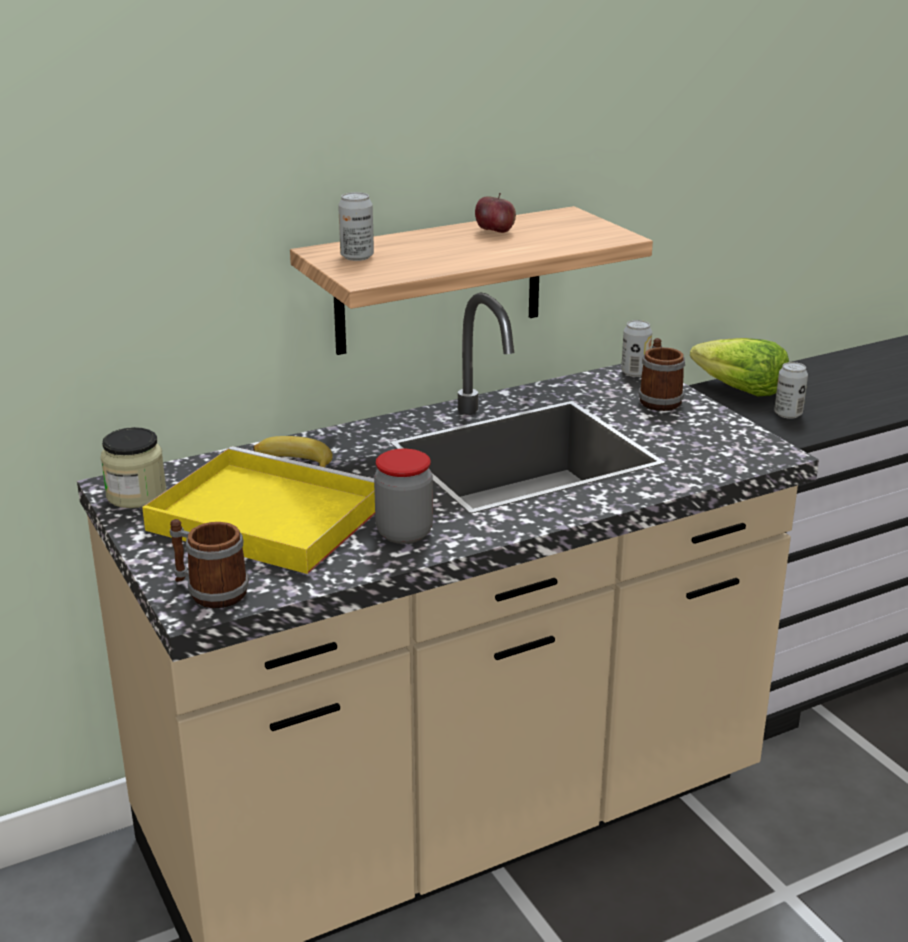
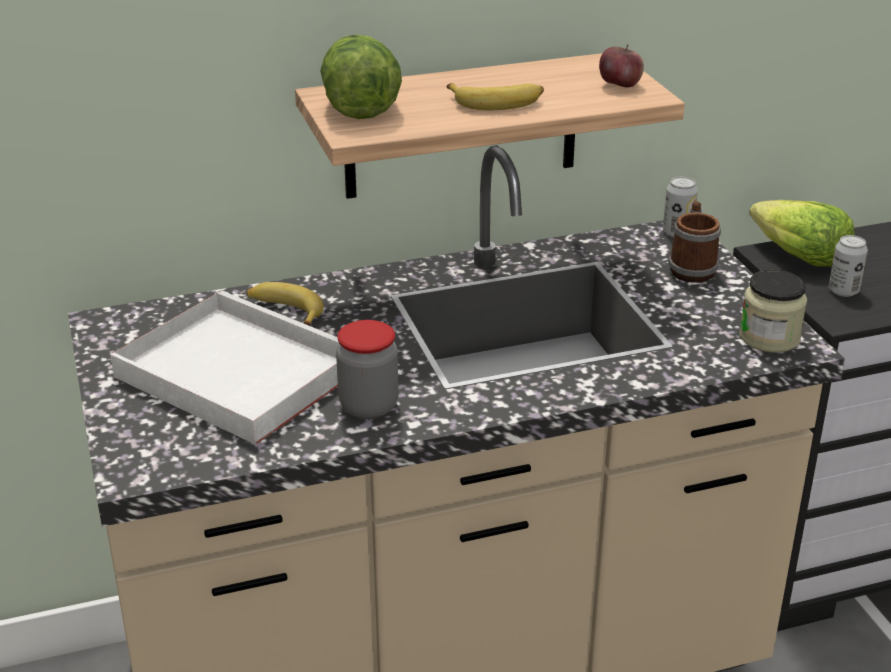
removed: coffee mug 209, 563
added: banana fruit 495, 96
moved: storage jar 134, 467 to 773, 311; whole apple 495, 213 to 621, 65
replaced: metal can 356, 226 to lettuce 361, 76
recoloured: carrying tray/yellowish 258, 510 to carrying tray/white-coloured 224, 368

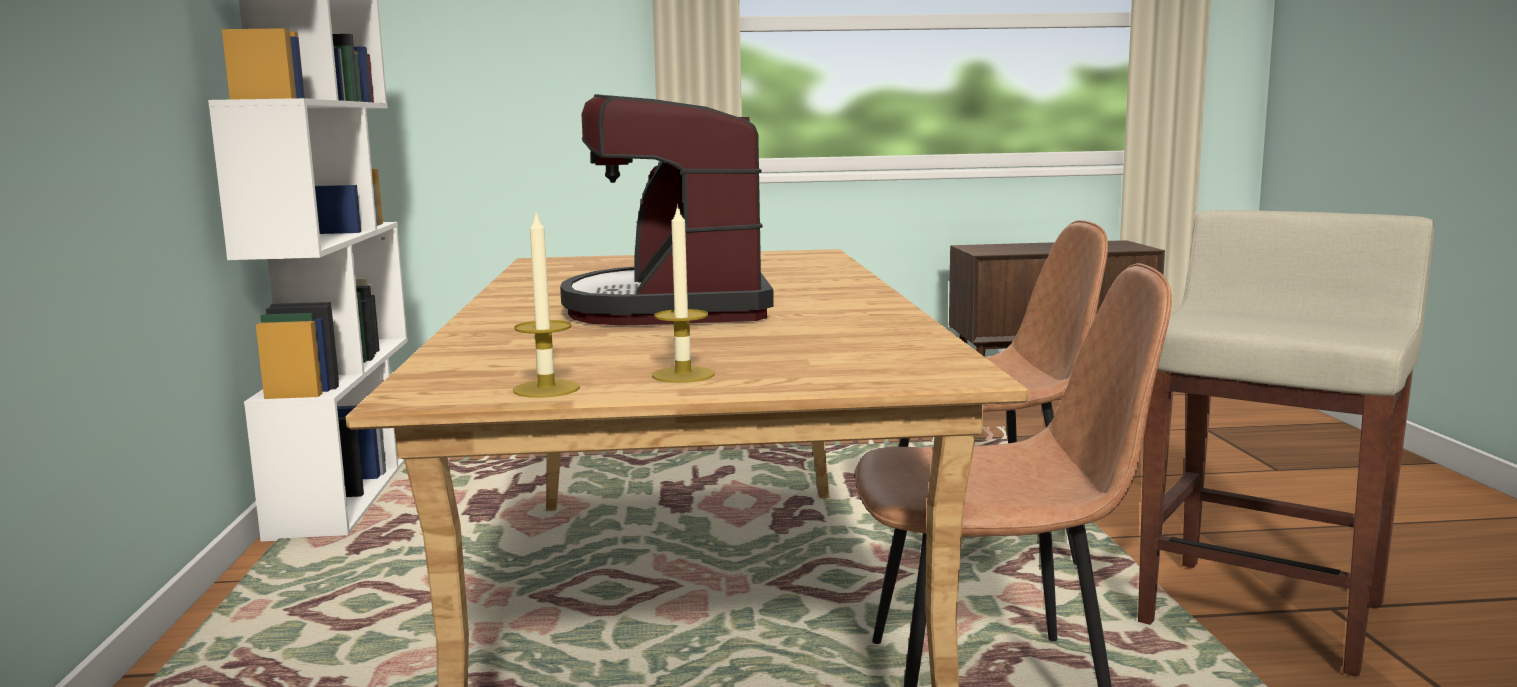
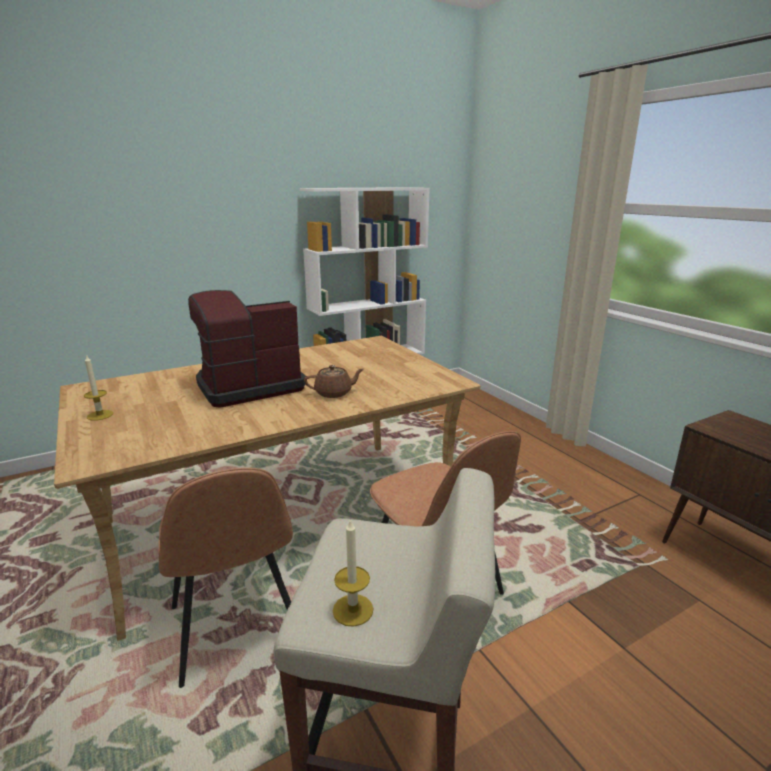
added: teapot/brown-coloured 334, 381
moved: wax candle 546, 304 to 353, 573

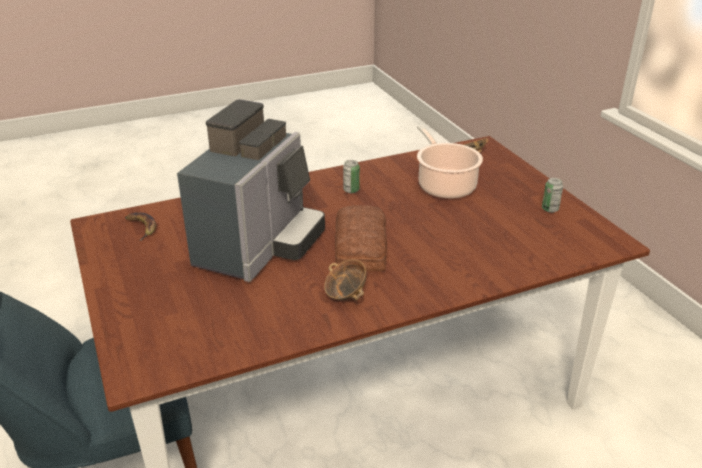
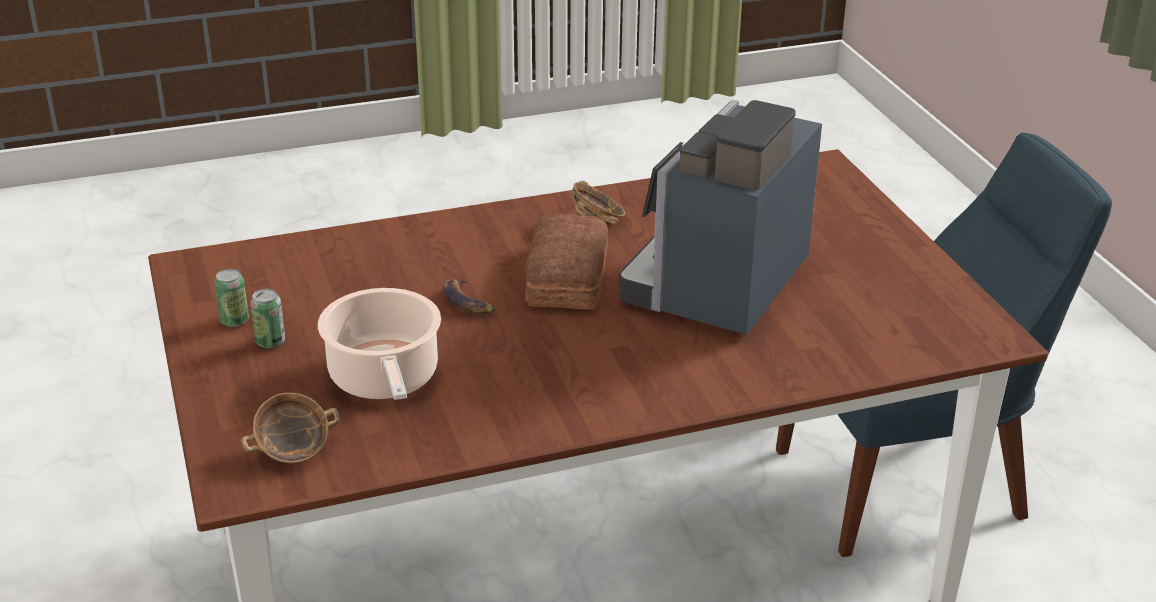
moved: banana fruit 140, 226 to 469, 296; metal can 351, 176 to 268, 318

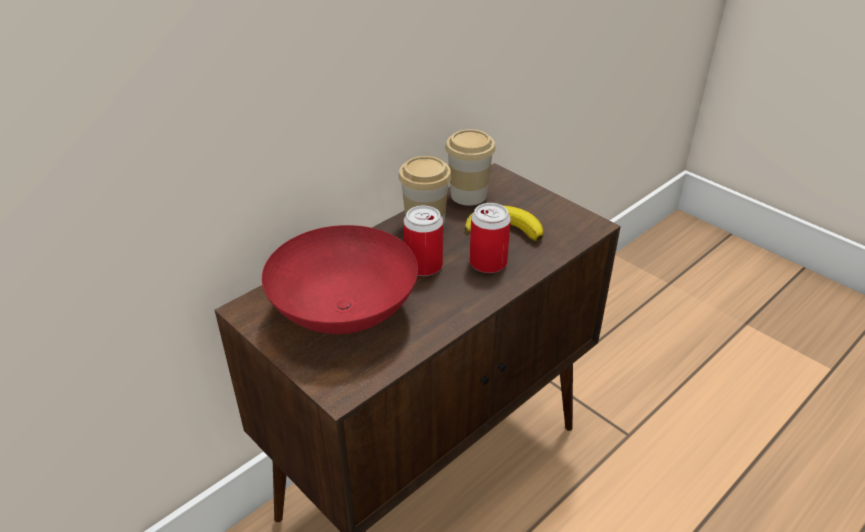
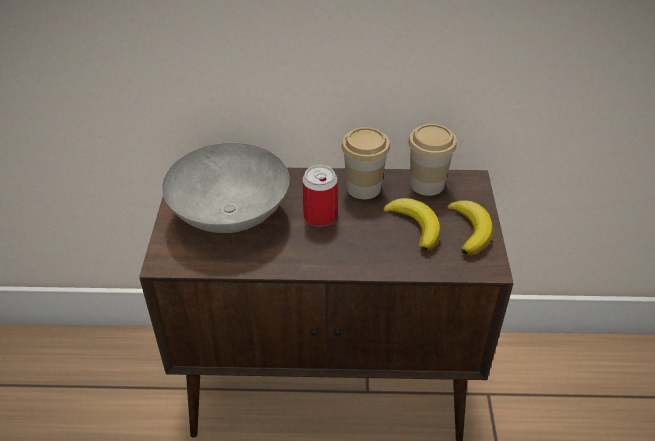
removed: metal can 490, 238
added: banana fruit 470, 228
recoloured: deep dish/red-coloured 340, 279 to deep dish/gray 225, 188

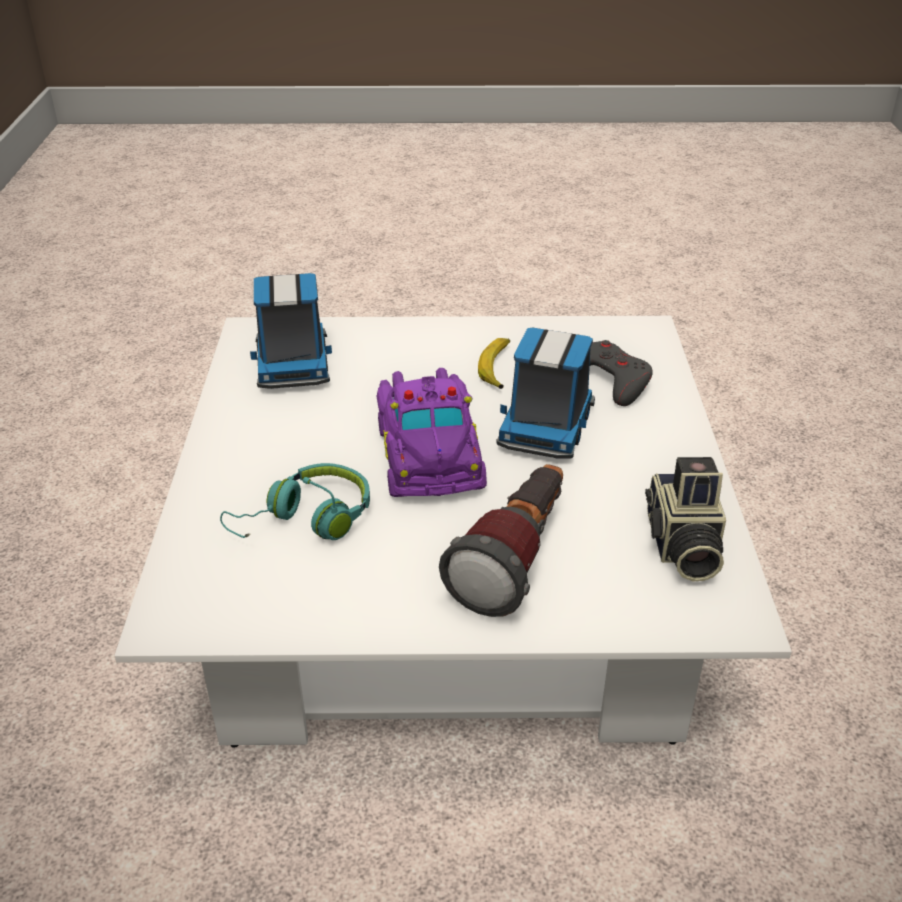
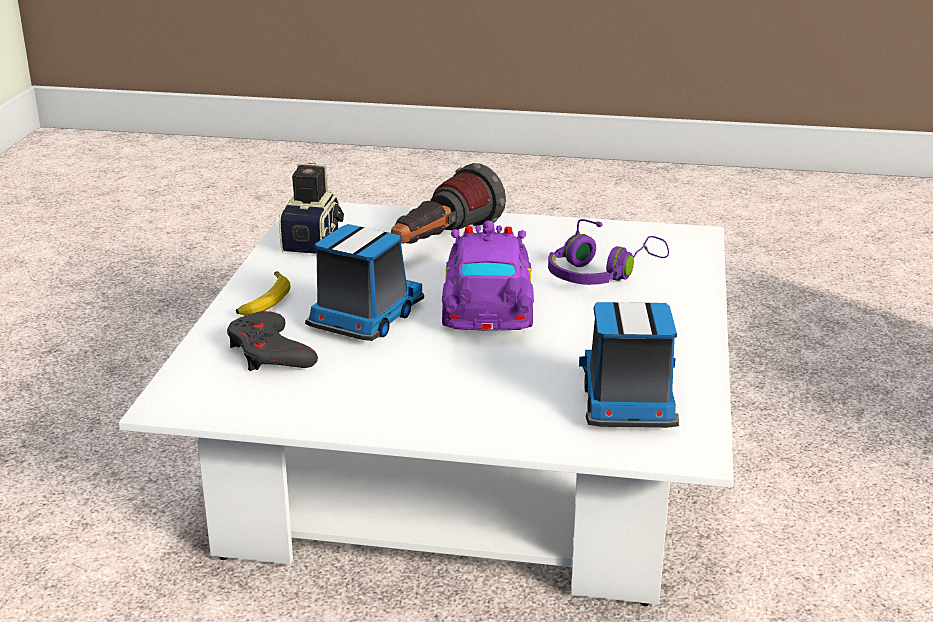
moved: banana fruit 494, 363 to 263, 293
recoloured: headphones/blue-green 295, 501 to headphones/purplish 608, 252

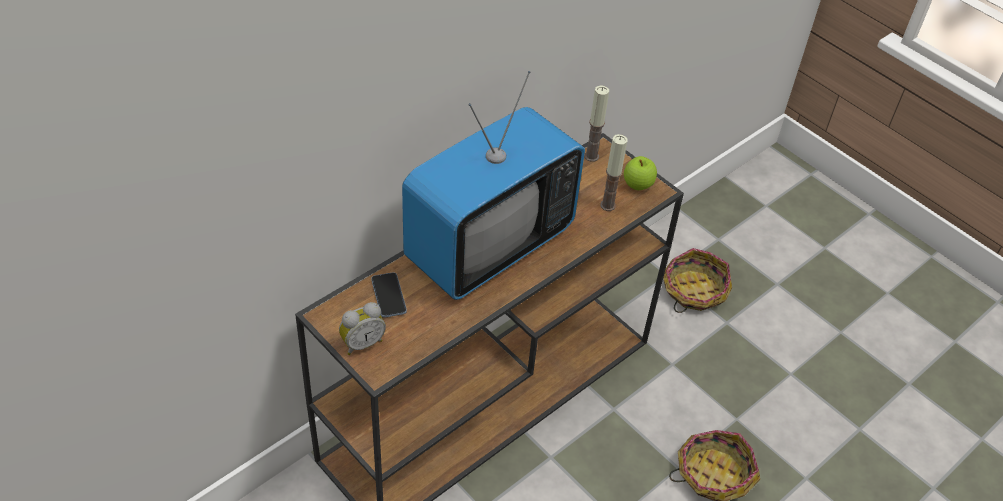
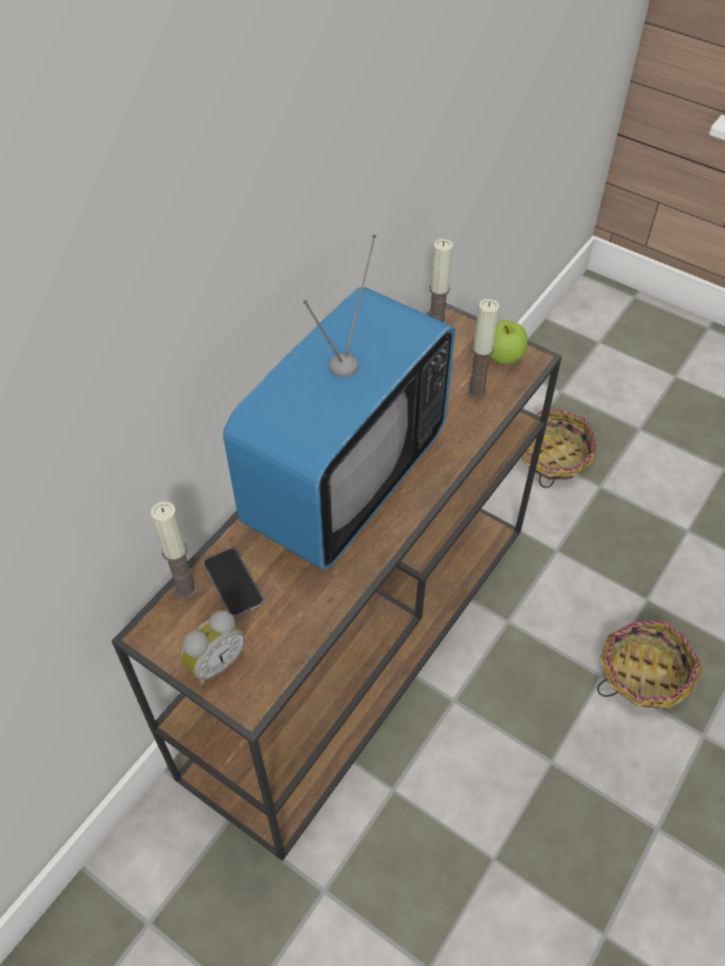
added: wax candle 174, 550

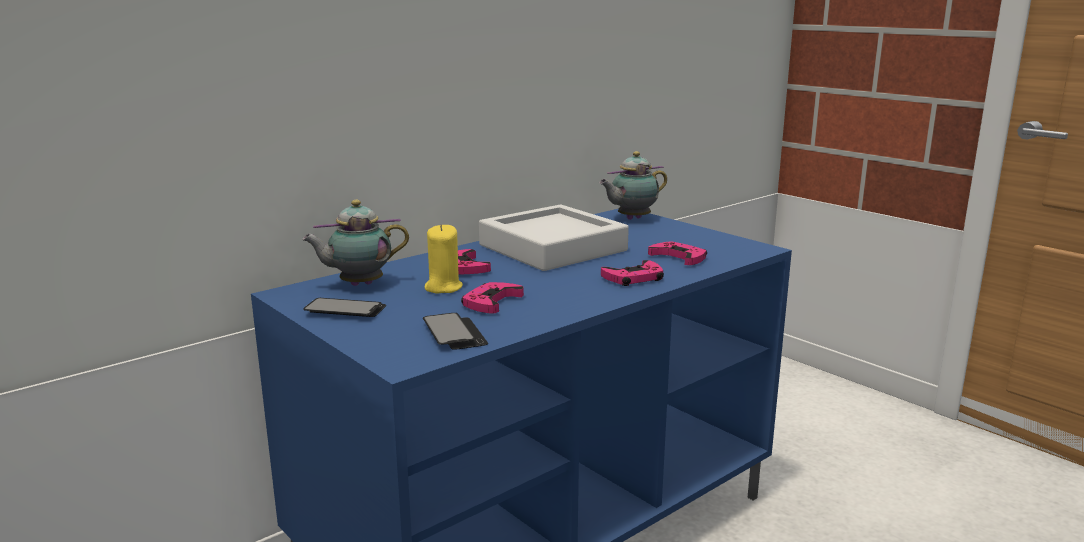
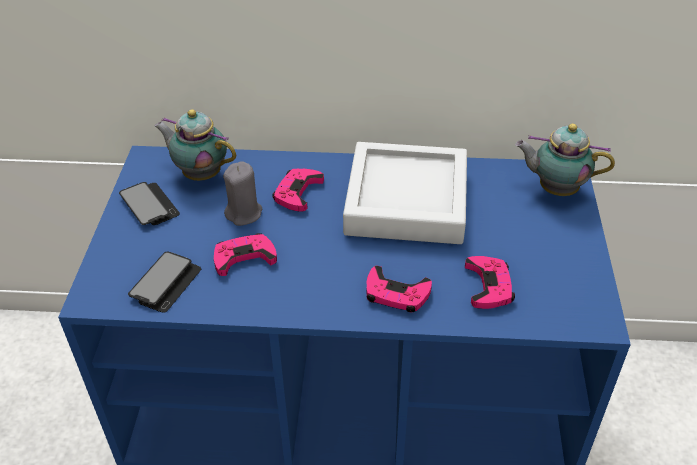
recoloured: wax candle/yellowish 444, 258 to wax candle/gray 242, 193

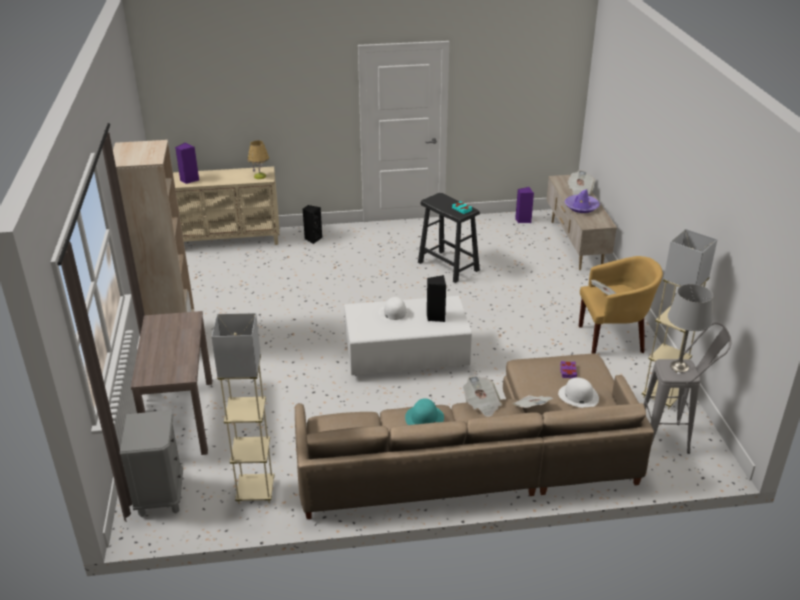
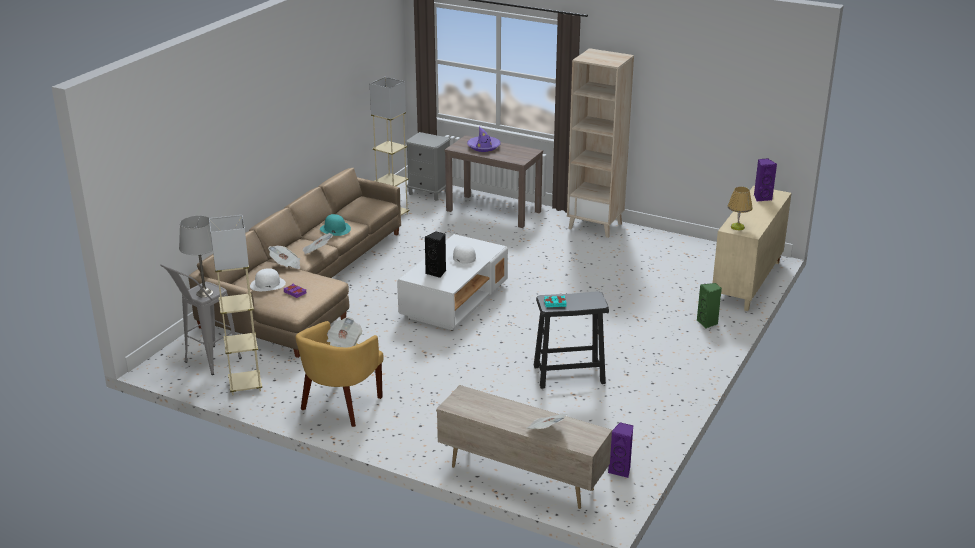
moved: wearable hat/purplish 582, 201 to 484, 139
recoloured: speaker/black-coloured 312, 224 to speaker/green 709, 306

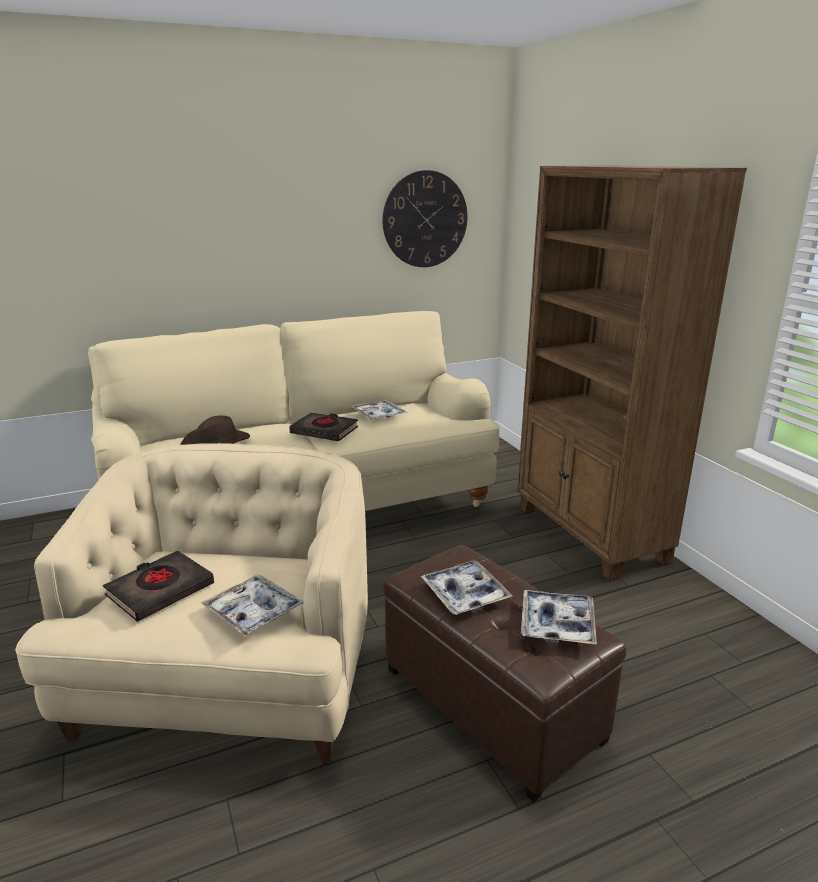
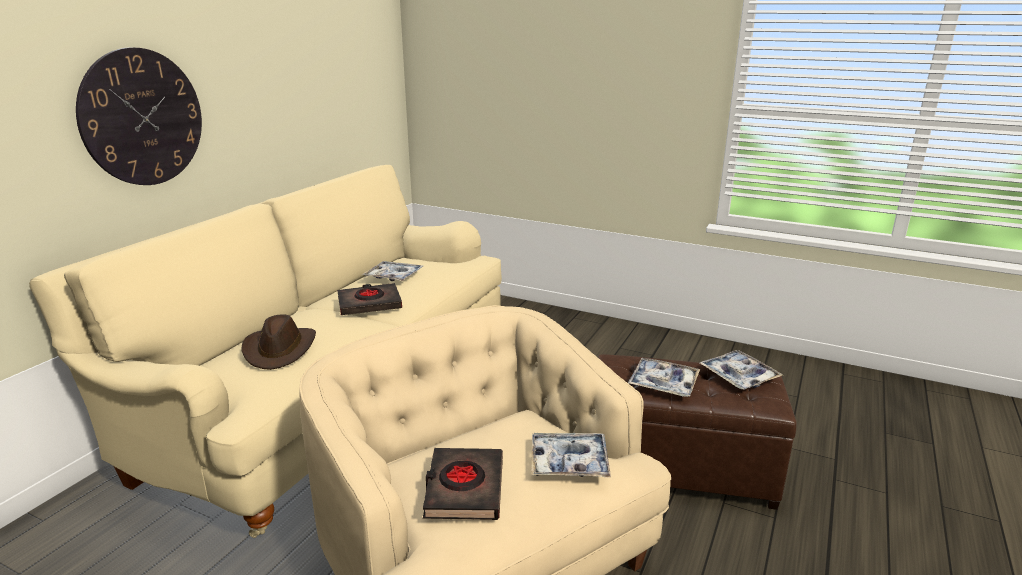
removed: bookcase/brown-coloured 632, 373
moved: hanging clock 425, 218 to 139, 116

